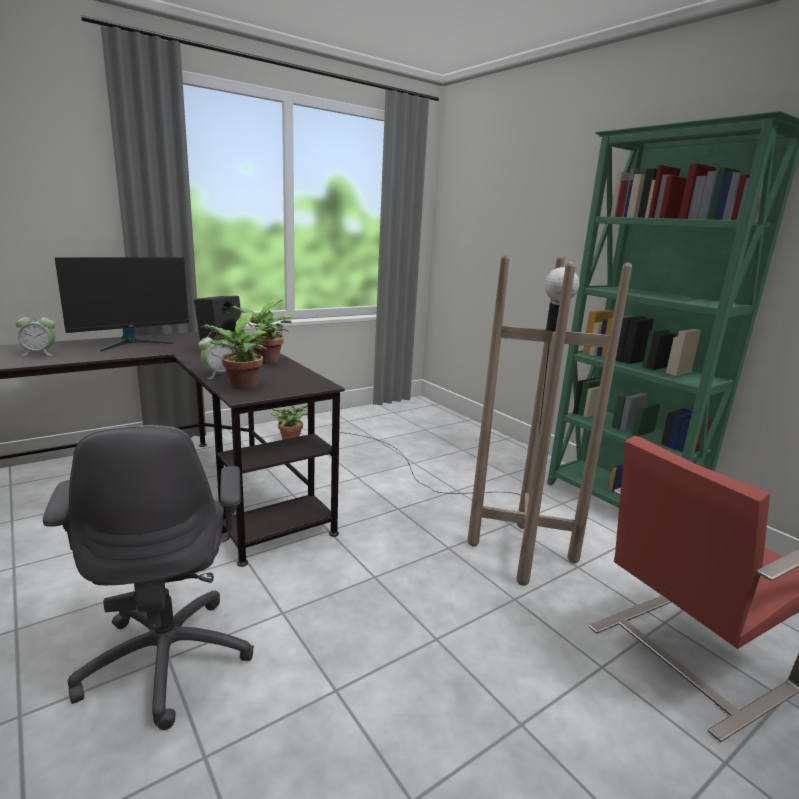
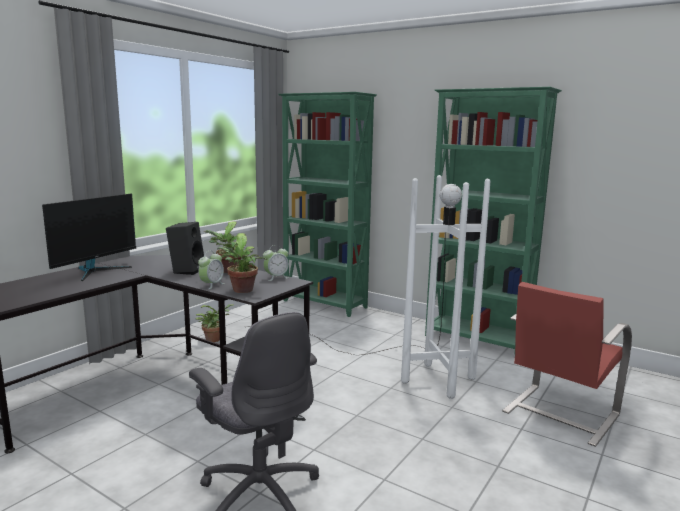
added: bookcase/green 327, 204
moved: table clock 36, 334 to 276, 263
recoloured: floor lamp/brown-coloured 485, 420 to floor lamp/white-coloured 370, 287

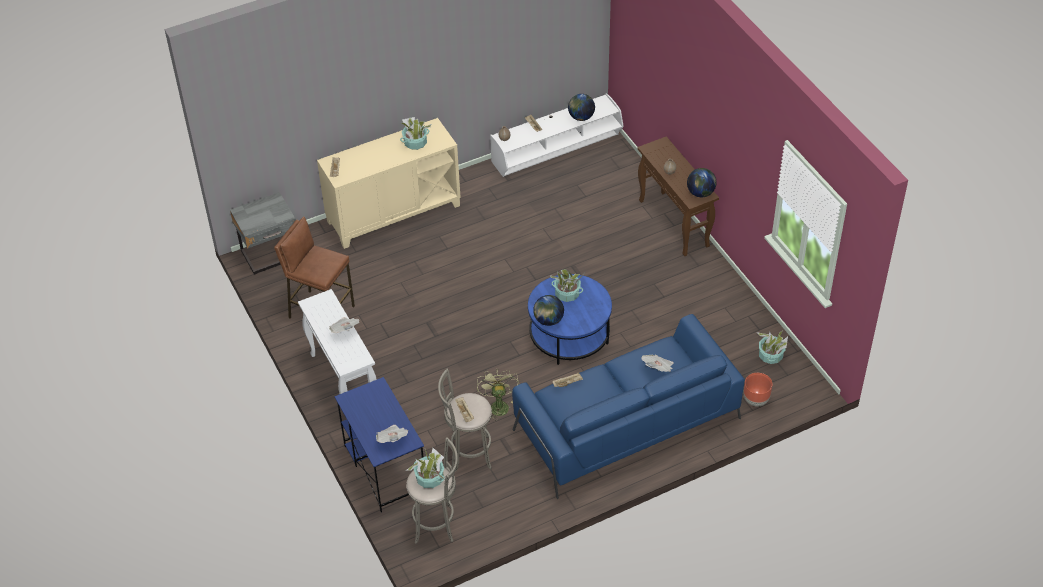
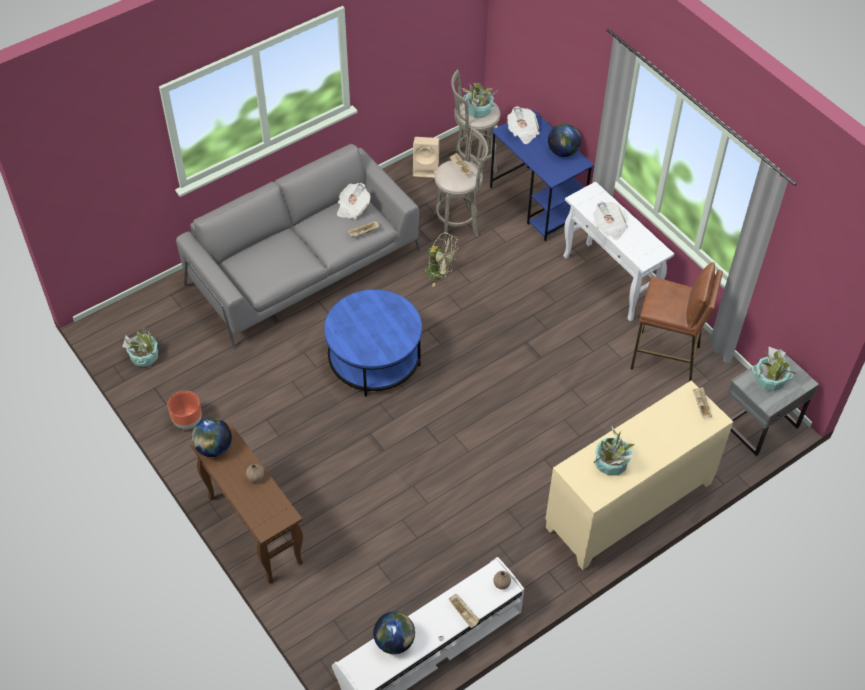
added: speaker/beige 426, 157
moved: desk globe 548, 310 to 564, 140; potted plant 566, 285 to 775, 369; newspaper 657, 363 to 353, 201; plant pot/brown-coloured 758, 389 to 185, 410
recoloured: settee/bluish 628, 406 to settee/gray 298, 247
turned: electric fan/green 498, 395 = 440, 259 45 degrees counterclockwise

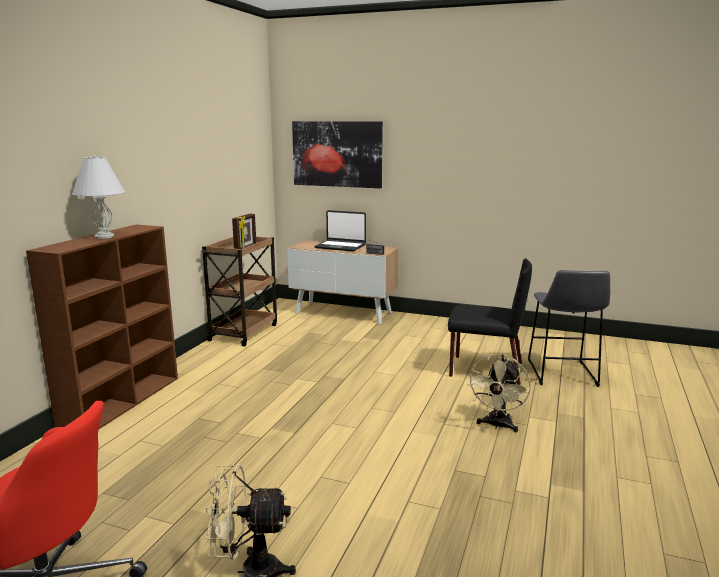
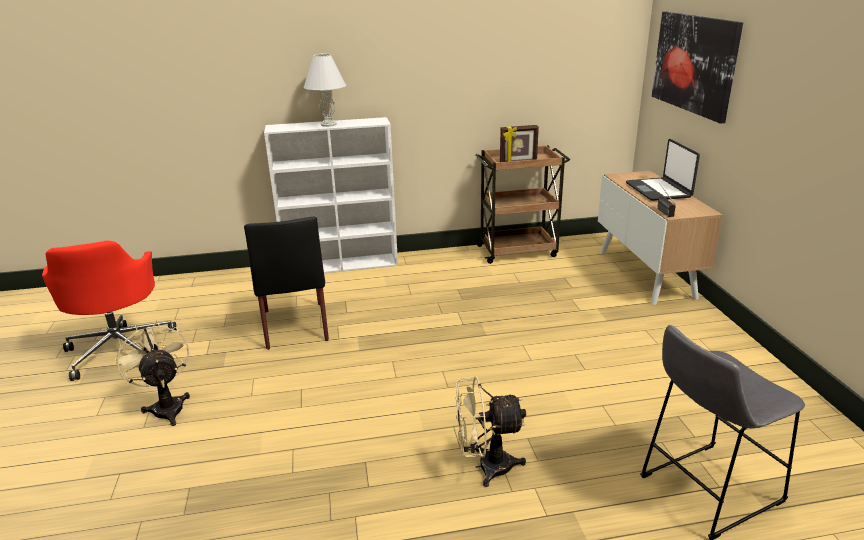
moved: upright chair/black-coloured 490, 321 to 286, 283
recoloured: bookcase/brown-coloured 102, 326 to bookcase/white-coloured 331, 195

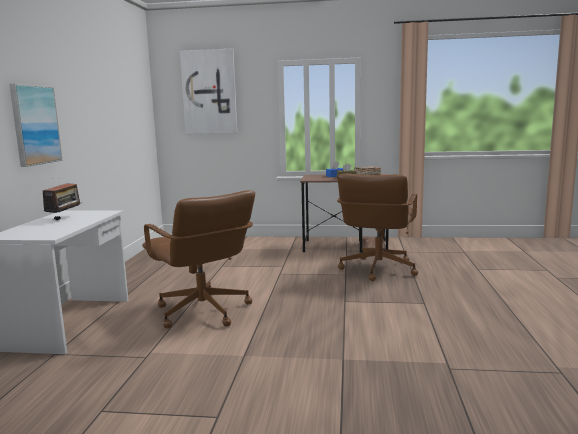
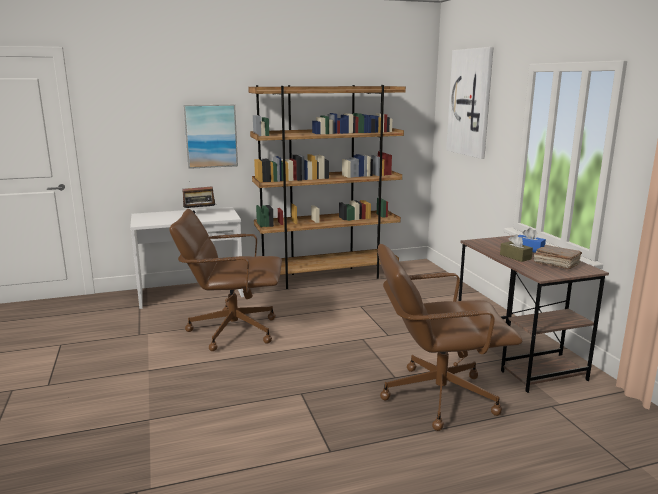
added: bookcase/brown-coloured 327, 187
turned: computer chair/brown-coloured 198, 259 = 225, 280 60 degrees clockwise

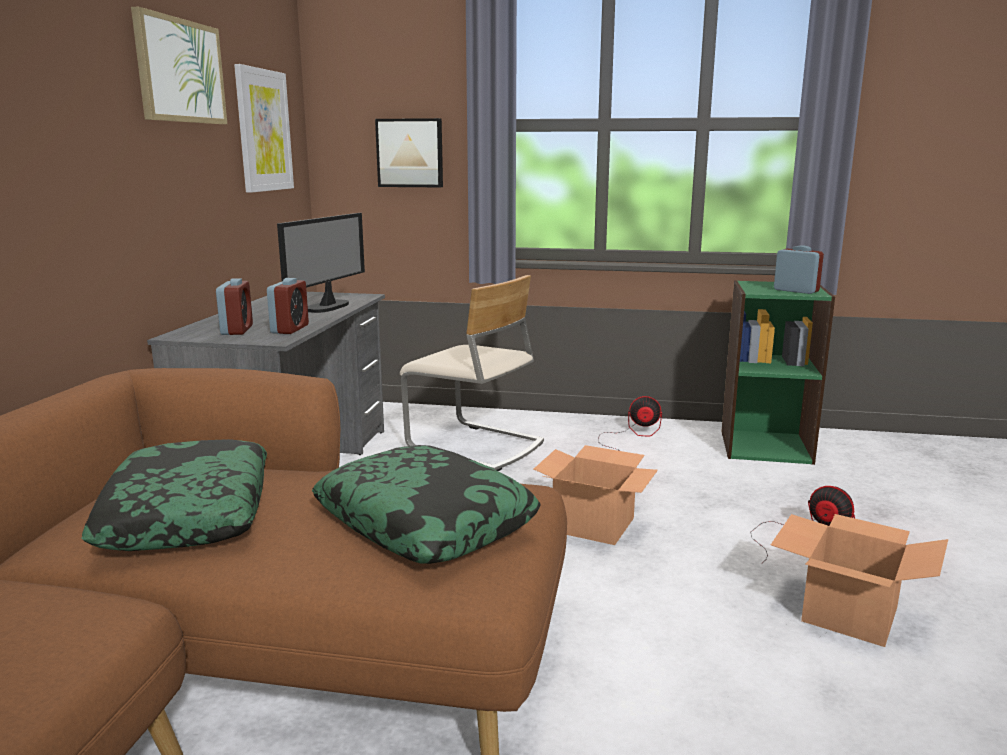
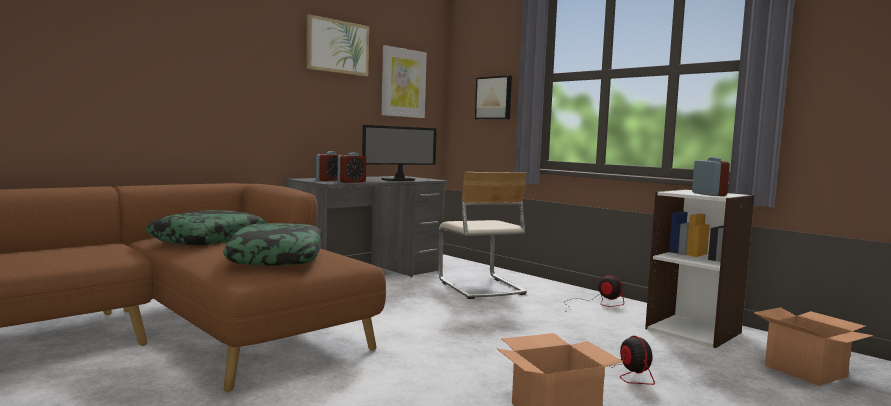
moved: cardboard box 596, 495 to 814, 346
recoloured: bookcase/green 778, 372 to bookcase/white-coloured 700, 268

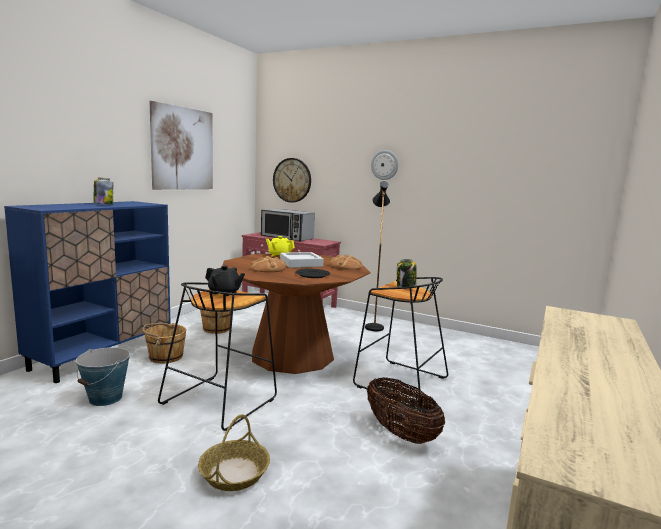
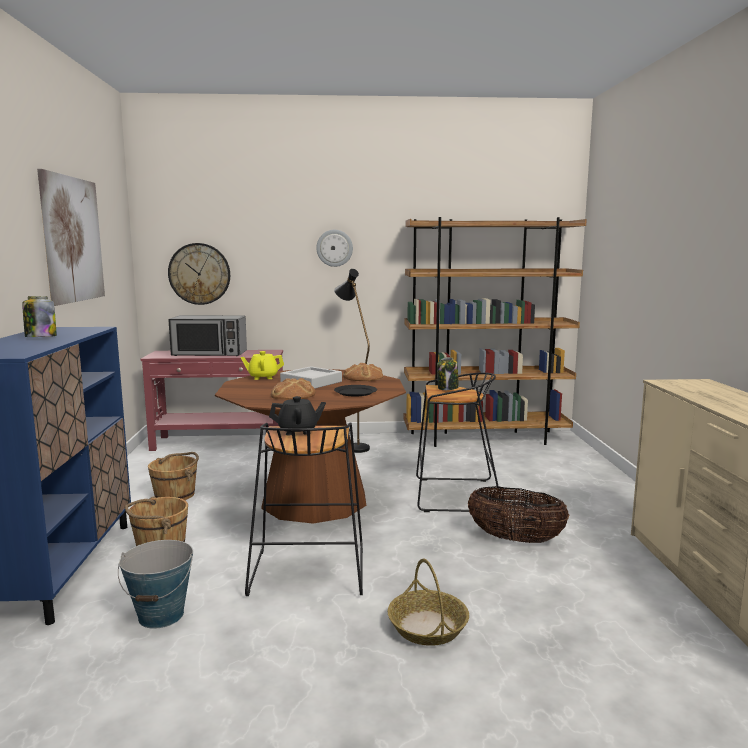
added: bookcase/brown-coloured 495, 332

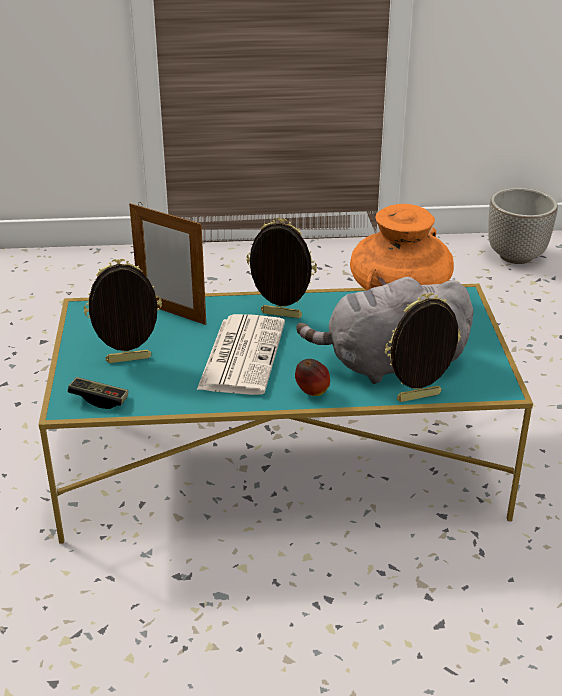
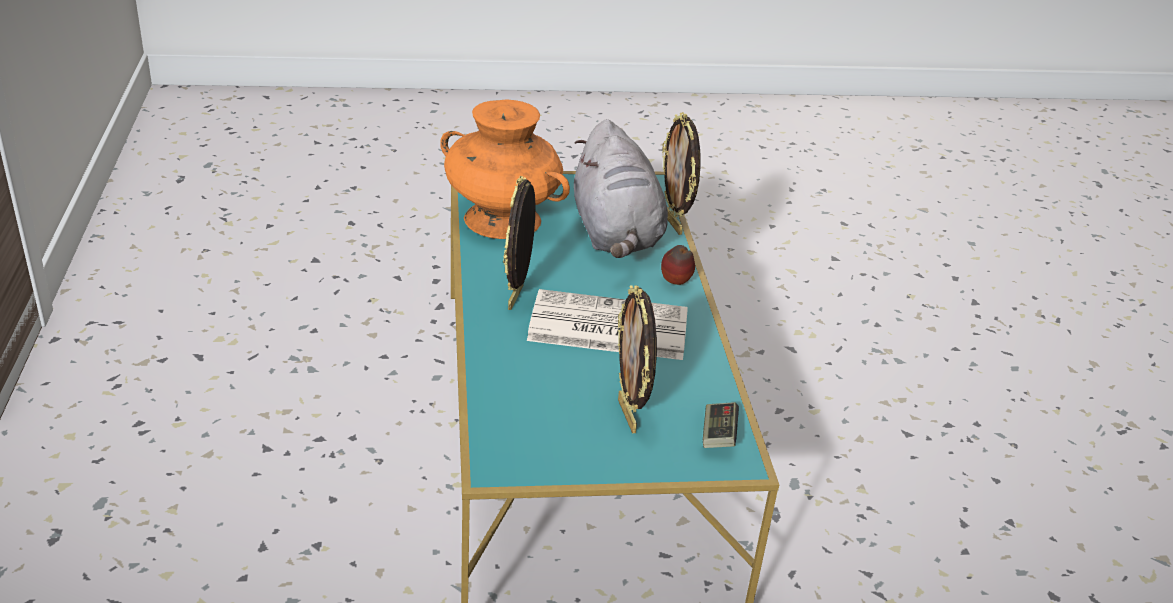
removed: picture frame 167, 263; plant pot 523, 226

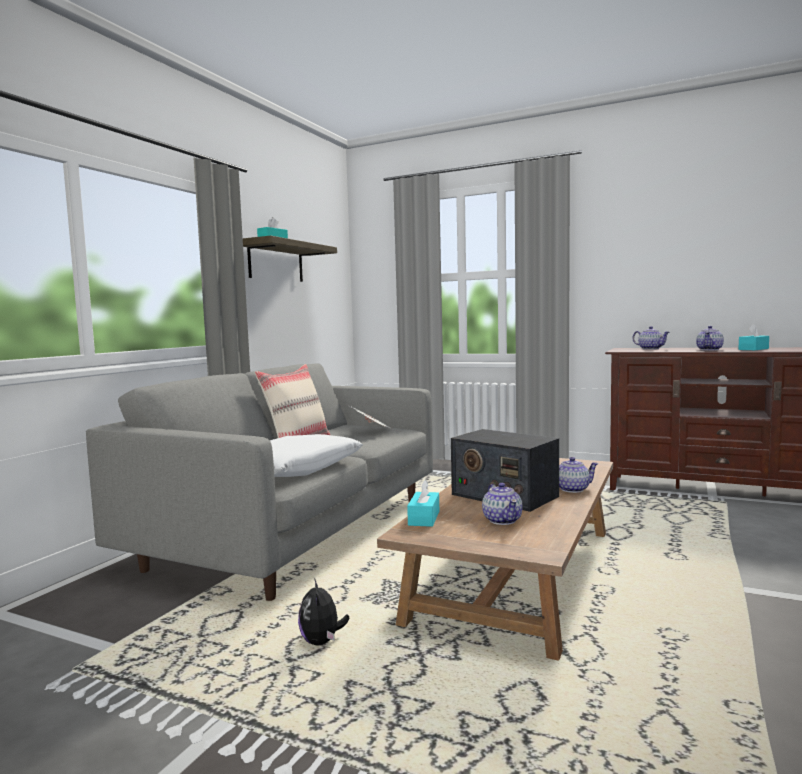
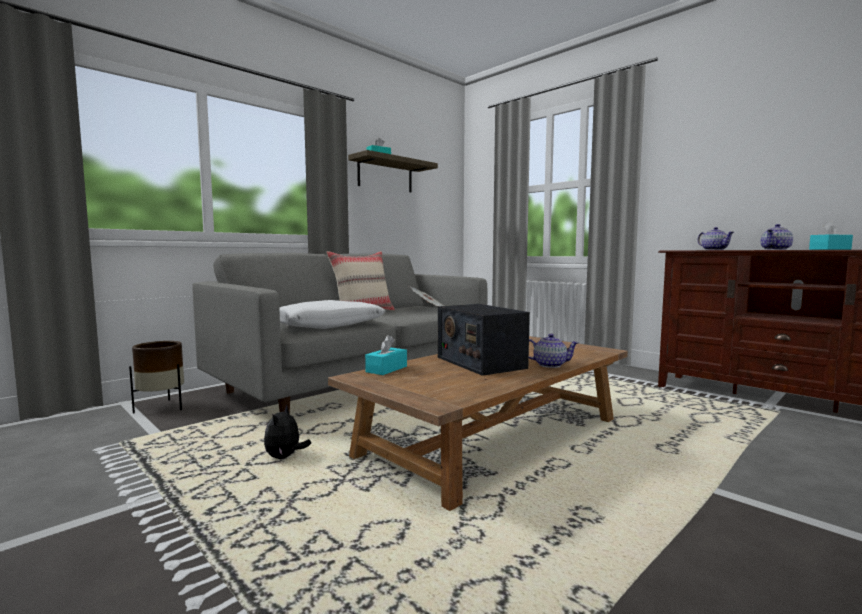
removed: teapot 502, 504
added: plant pot/brown-coloured 156, 377

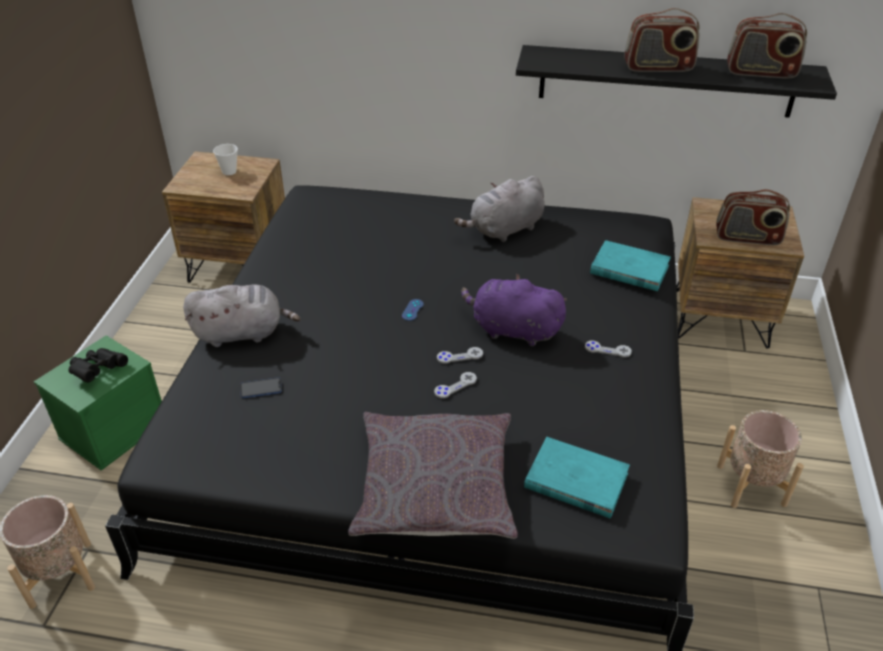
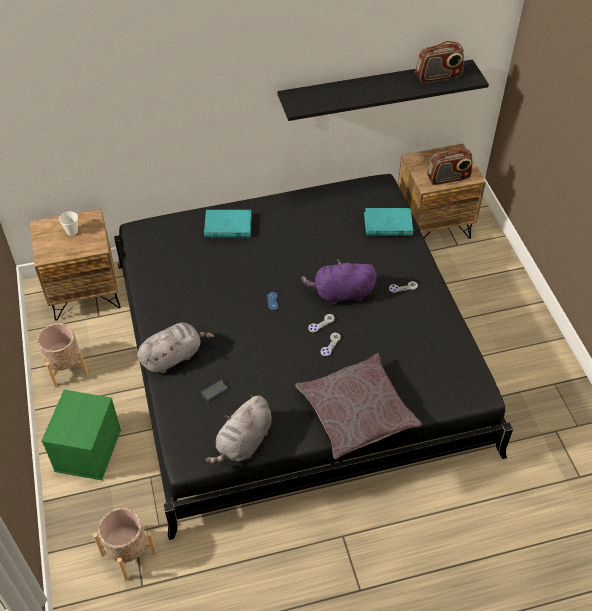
removed: field glasses/black-coloured 98, 365; radio set 662, 40
moved: cuddly toy/gray 499, 209 to 239, 429; bound book/blue-green 577, 478 to 228, 223; plant pot/beige 760, 459 to 62, 355

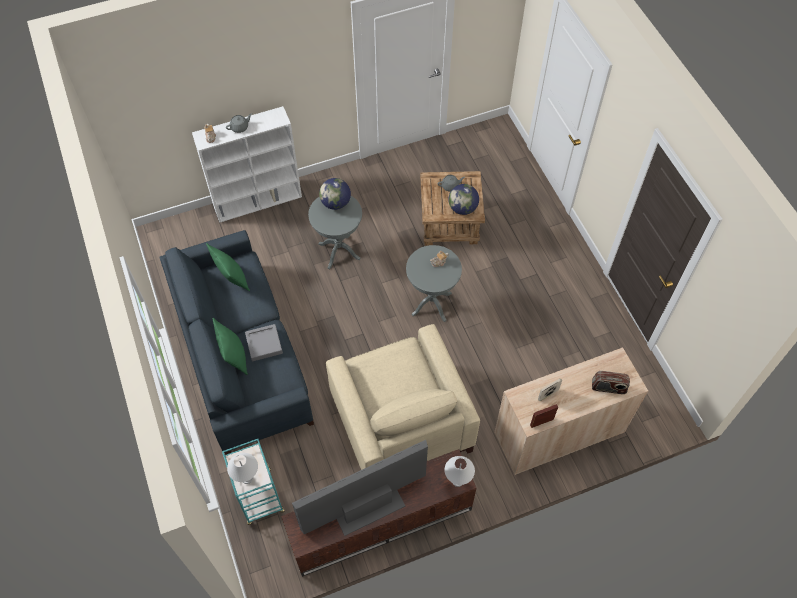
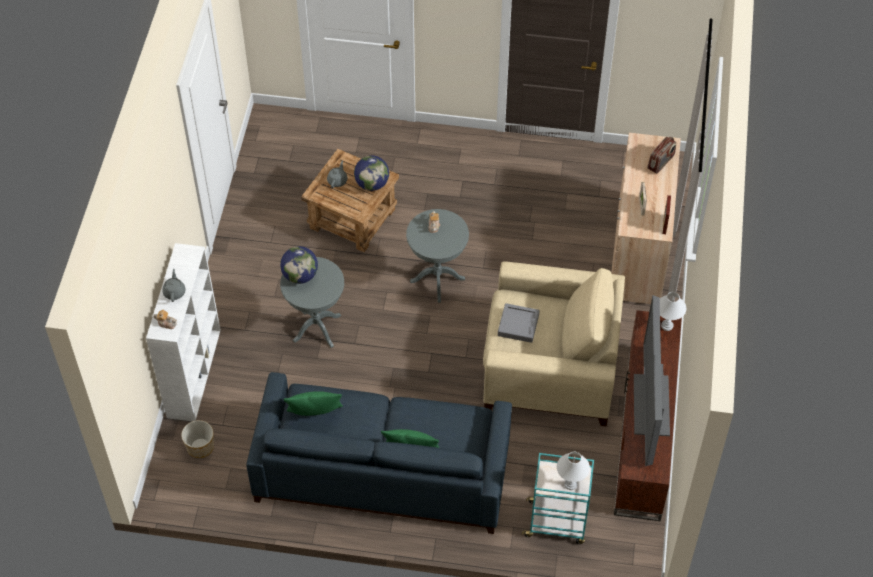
added: plant pot 197, 439
moved: carrying tray/gray 264, 342 to 519, 323

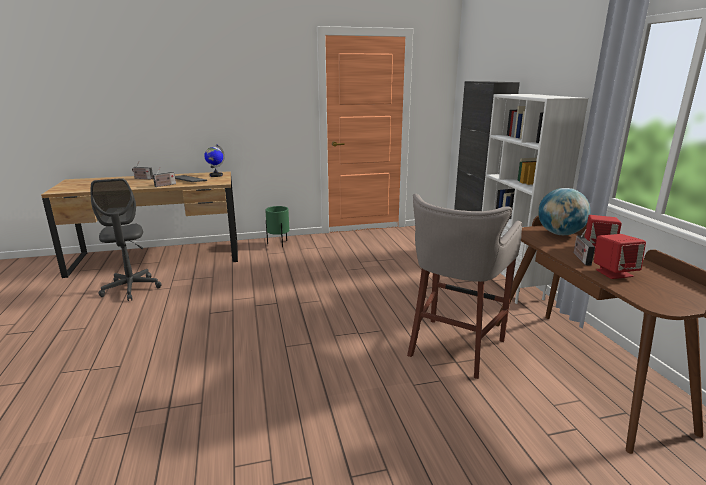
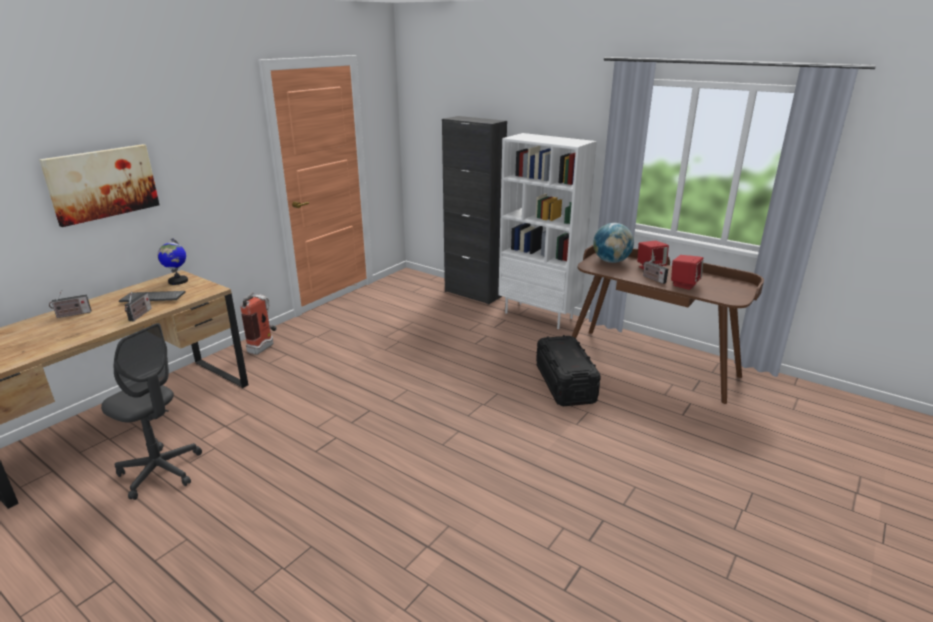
added: picture 99, 185
replaced: plant pot/green 277, 226 to fire extinguisher 258, 323; stool/gray 464, 286 to storage box/black-coloured 568, 370

